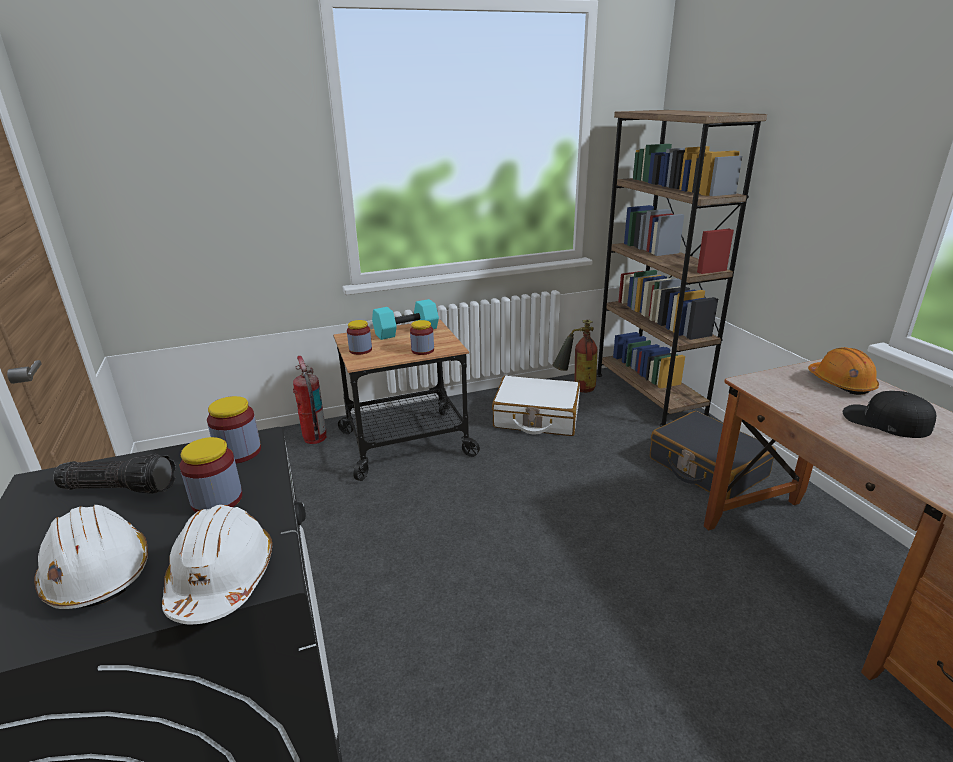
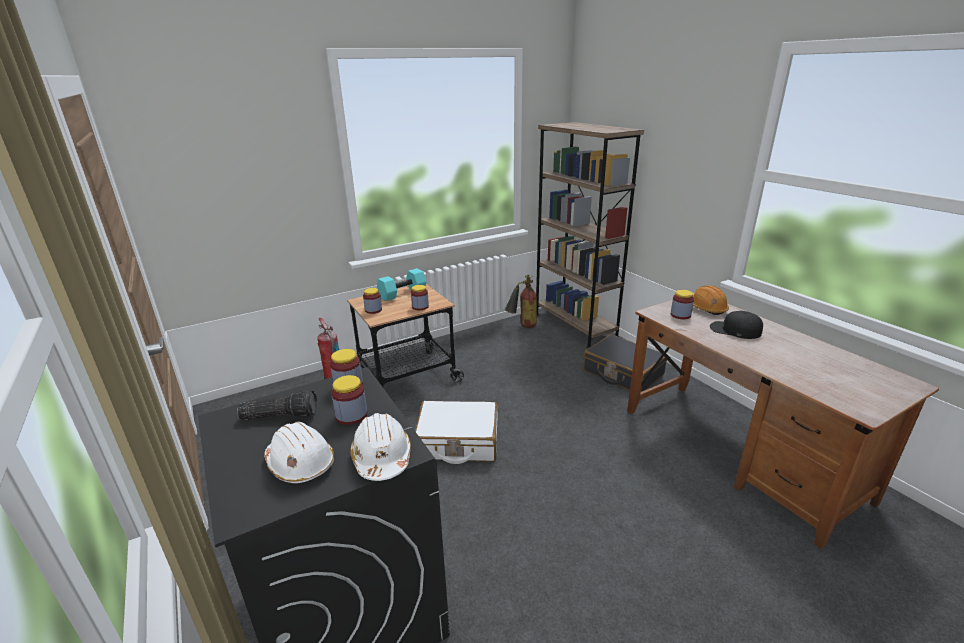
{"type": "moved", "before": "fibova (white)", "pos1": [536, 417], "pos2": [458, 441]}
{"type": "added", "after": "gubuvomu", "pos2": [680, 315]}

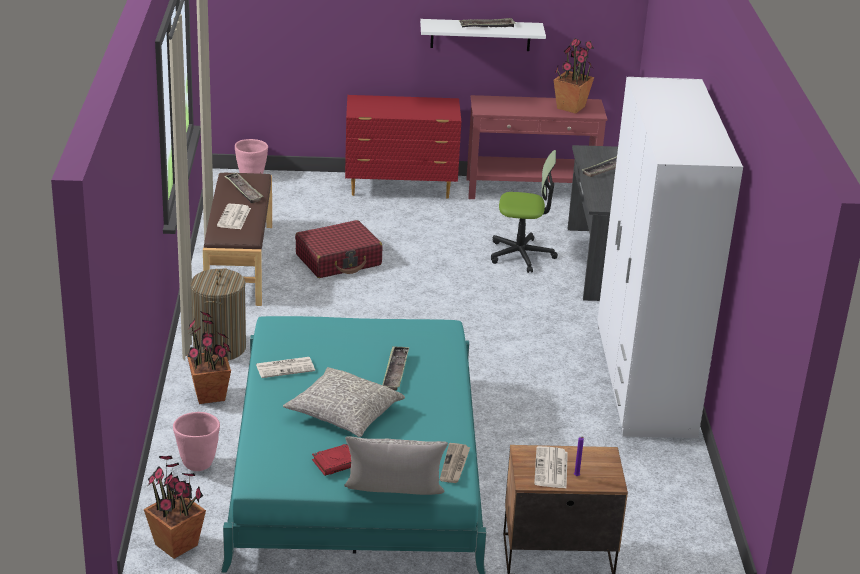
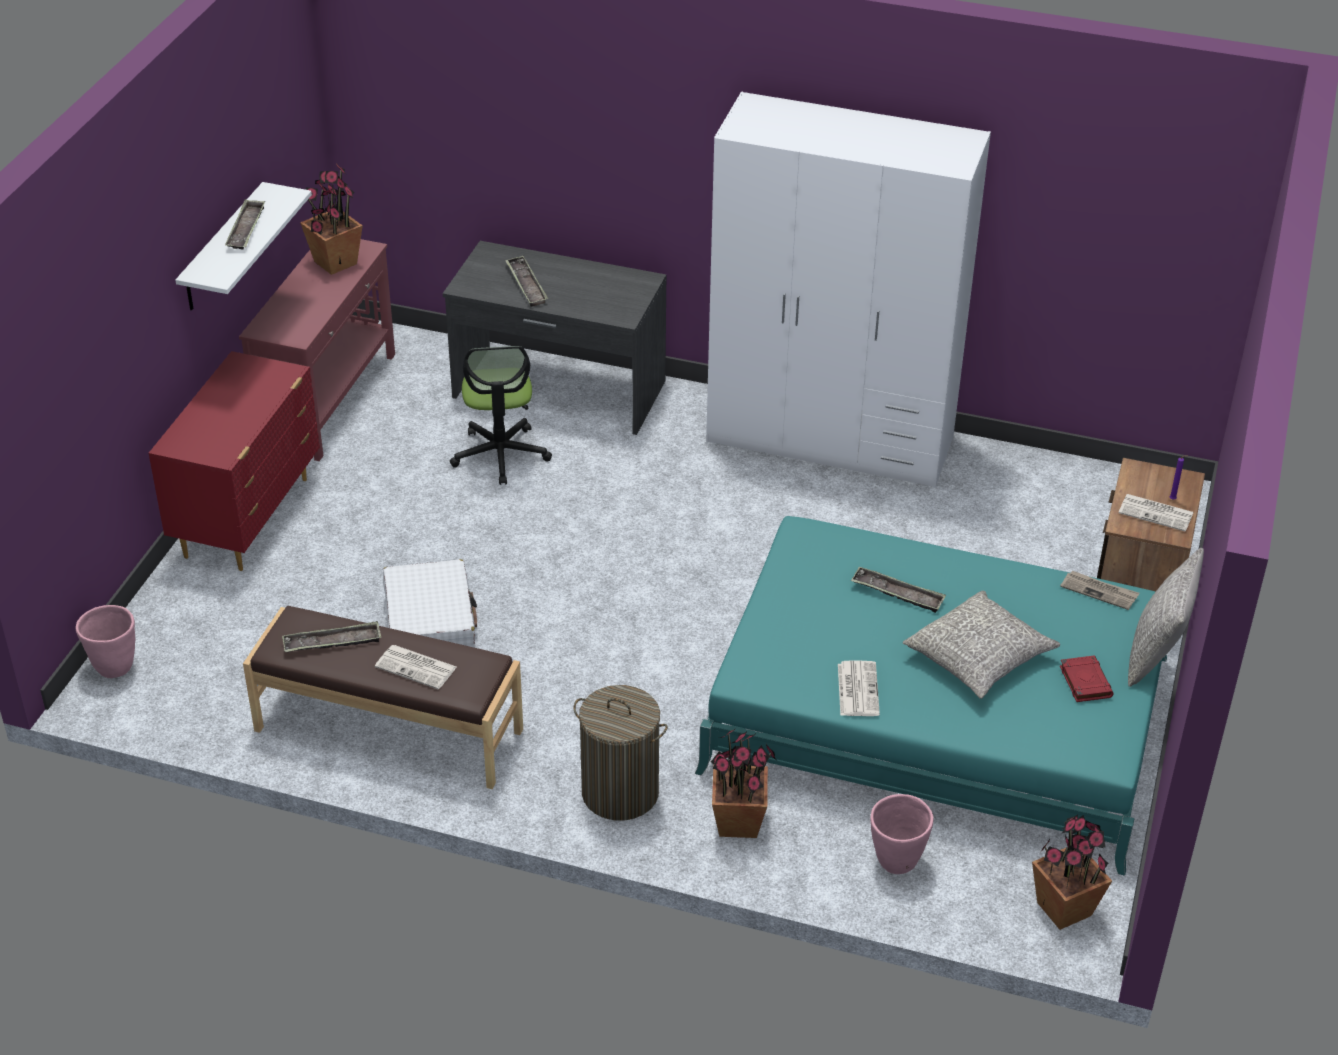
{"type": "recoloured", "before": "fibova (red)", "after": "fibova (white)", "pos1": [338, 260], "pos2": [430, 625]}
{"type": "turned", "before": "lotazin", "pos1": [521, 255], "pos2": [500, 454], "turn": 150}

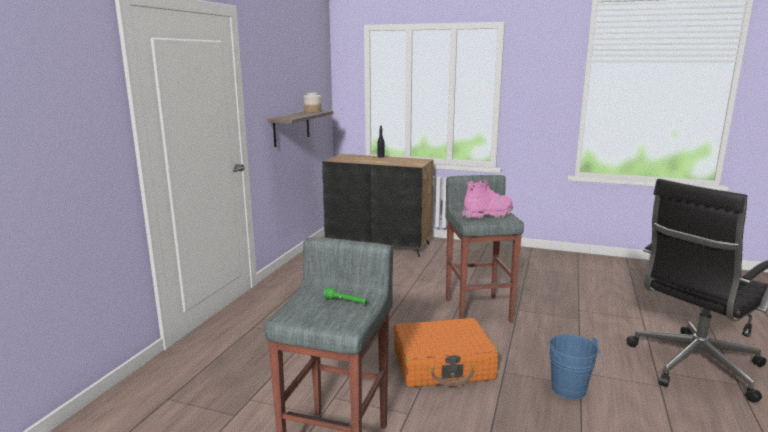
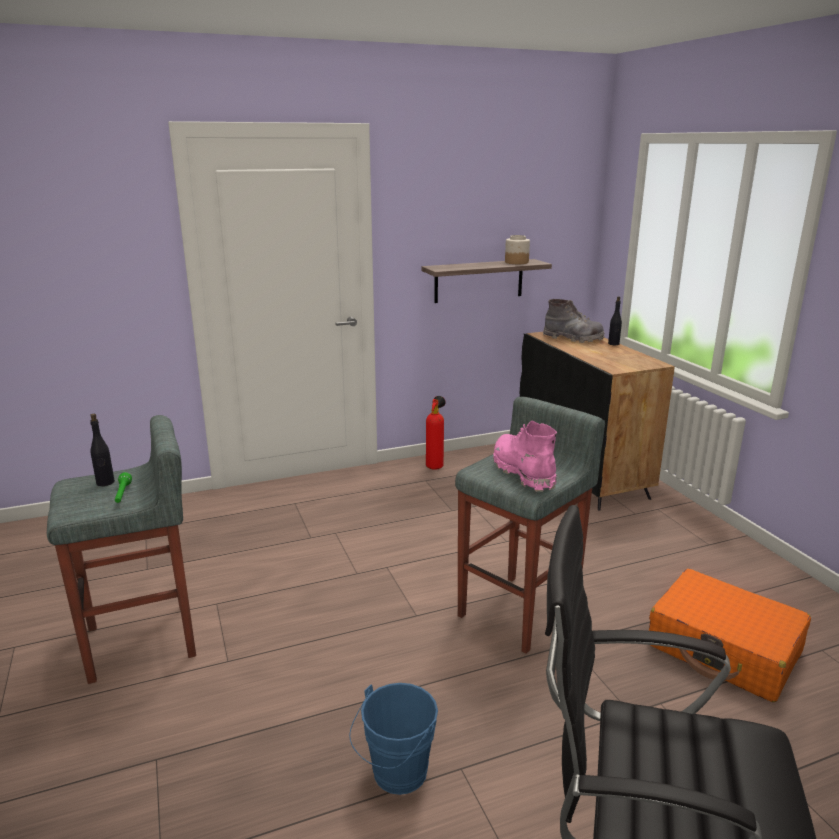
{"type": "moved", "before": "fibova (orange)", "pos1": [443, 365], "pos2": [724, 649]}
{"type": "turned", "before": "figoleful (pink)", "pos1": [488, 215], "pos2": [523, 472], "turn": -135}
{"type": "added", "after": "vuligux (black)", "pos2": [105, 482]}
{"type": "added", "after": "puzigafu", "pos2": [435, 466]}
{"type": "added", "after": "figoleful (grey)", "pos2": [573, 338]}

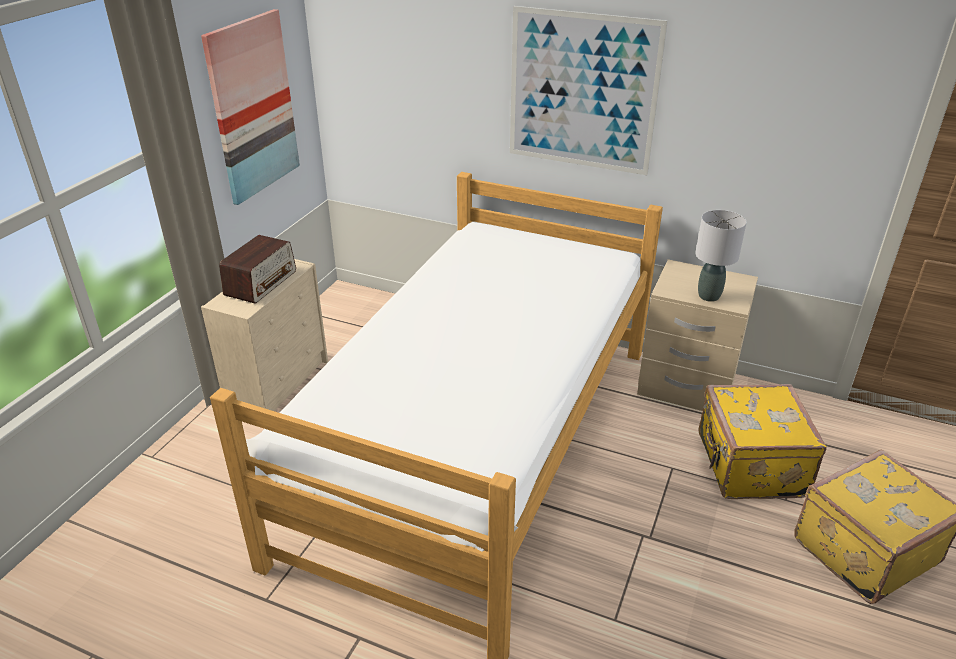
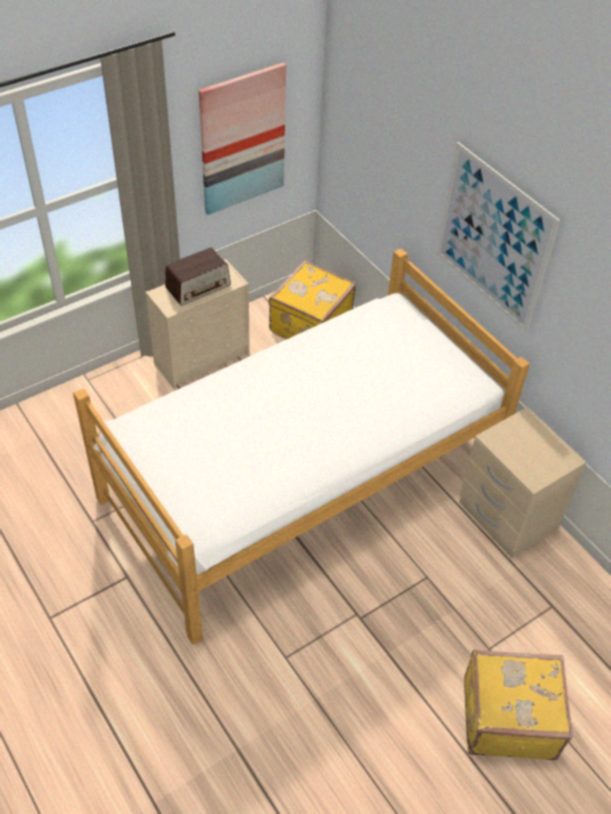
{"type": "removed", "before": "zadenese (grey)", "pos1": [709, 296]}
{"type": "moved", "before": "fibova (yellow)", "pos1": [748, 466], "pos2": [309, 324]}

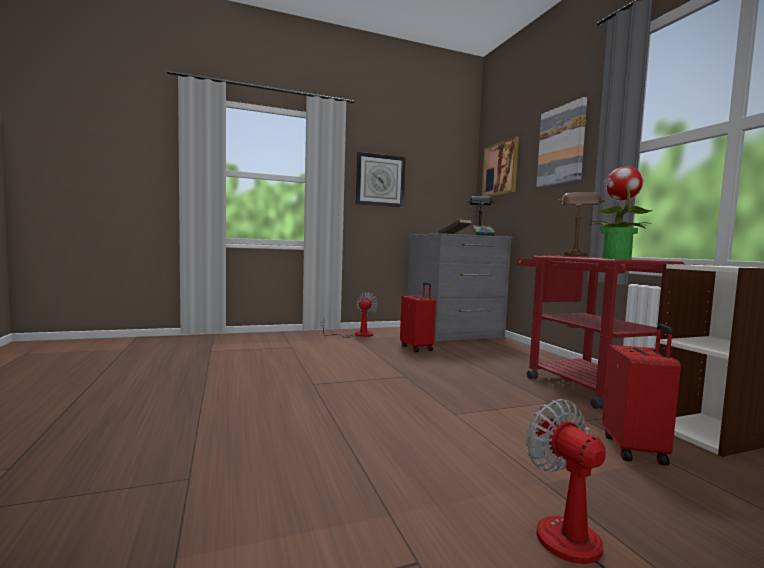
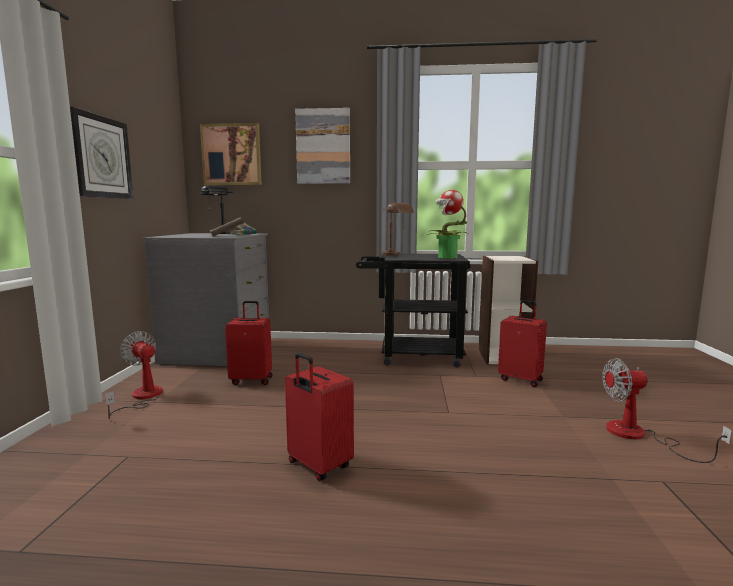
{"type": "recoloured", "before": "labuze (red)", "after": "labuze (black)", "pos1": [581, 385], "pos2": [412, 356]}
{"type": "added", "after": "fibova (red)", "pos2": [318, 466]}

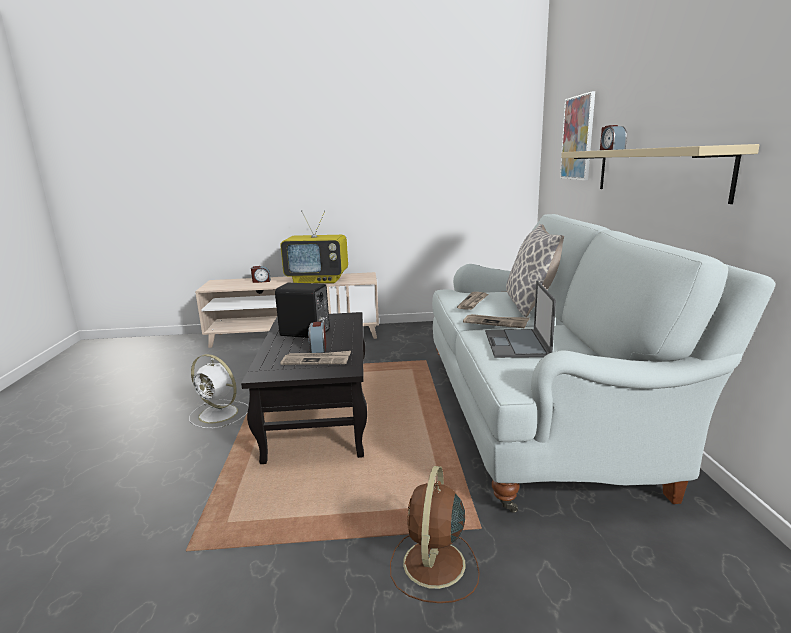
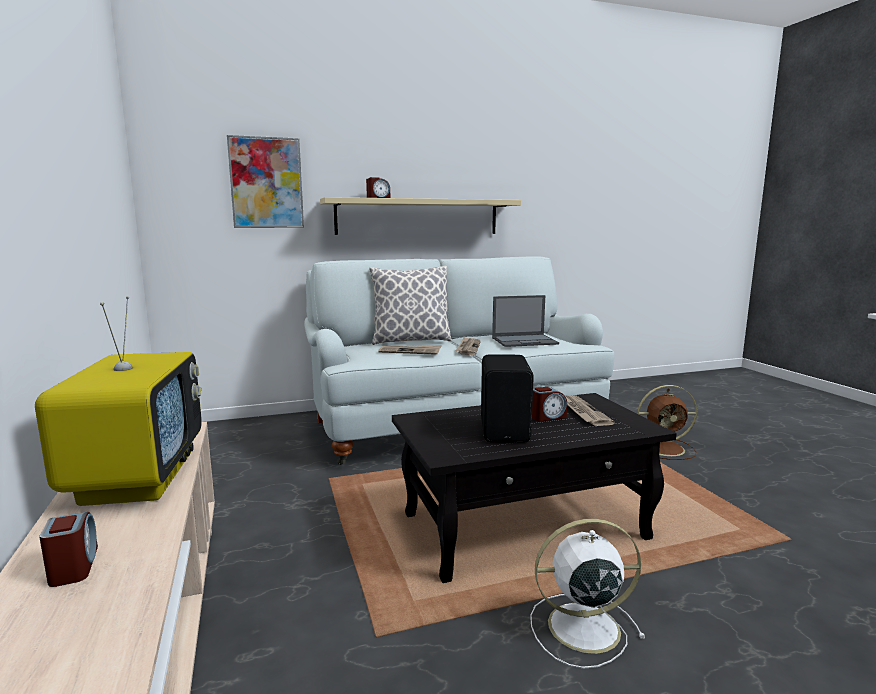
{"type": "turned", "before": "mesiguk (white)", "pos1": [220, 414], "pos2": [580, 627], "turn": -105}

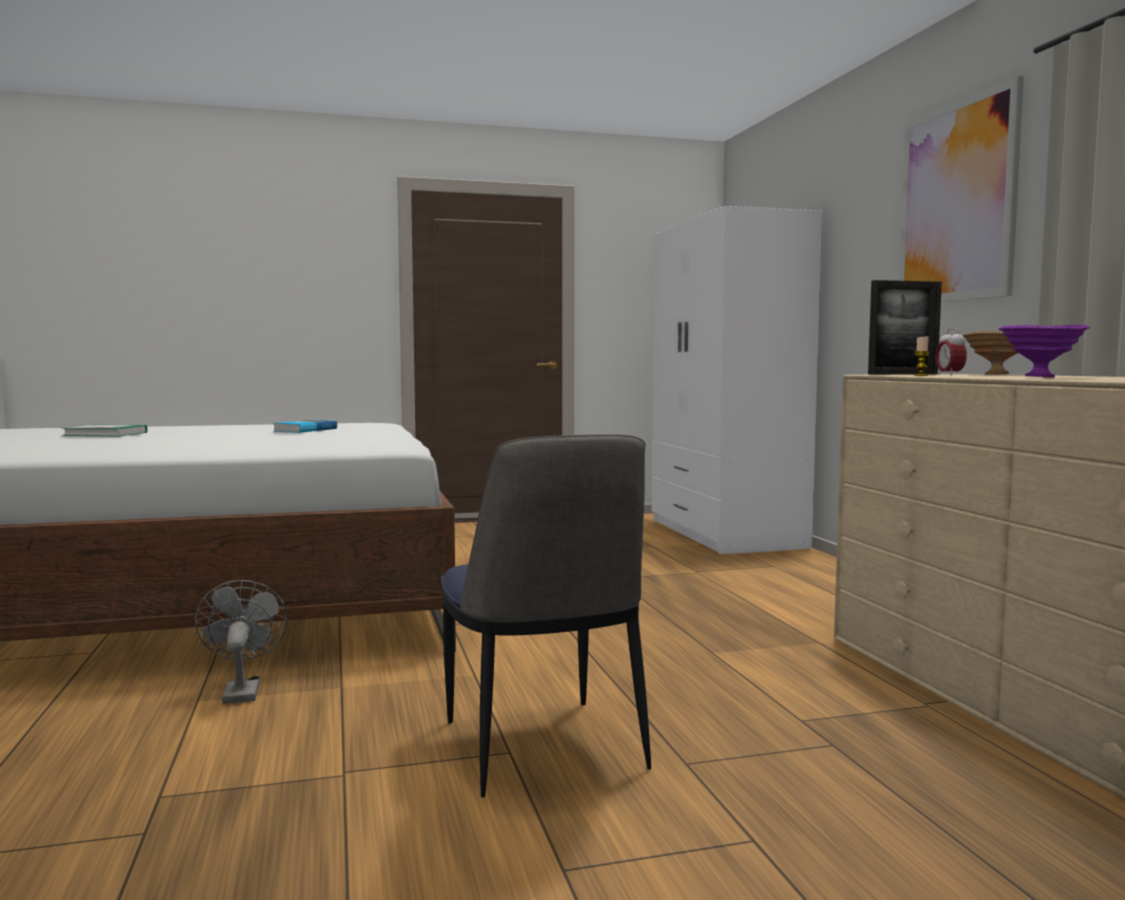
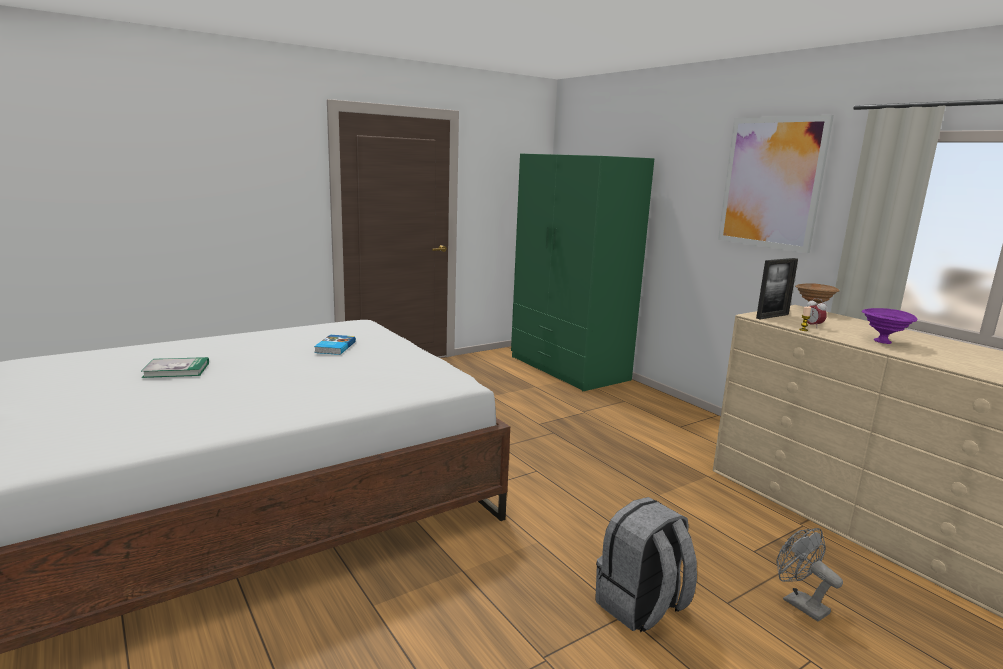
{"type": "moved", "before": "mesiguk (grey)", "pos1": [242, 691], "pos2": [799, 603]}
{"type": "replaced", "before": "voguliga", "after": "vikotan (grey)", "pos1": [543, 748], "pos2": [641, 607]}
{"type": "recoloured", "before": "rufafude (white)", "after": "rufafude (green)", "pos1": [724, 534], "pos2": [568, 368]}

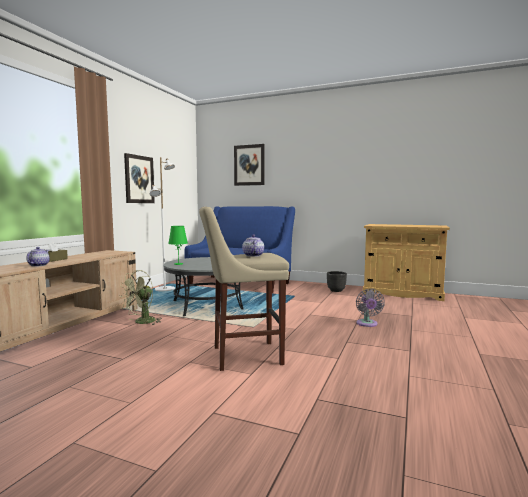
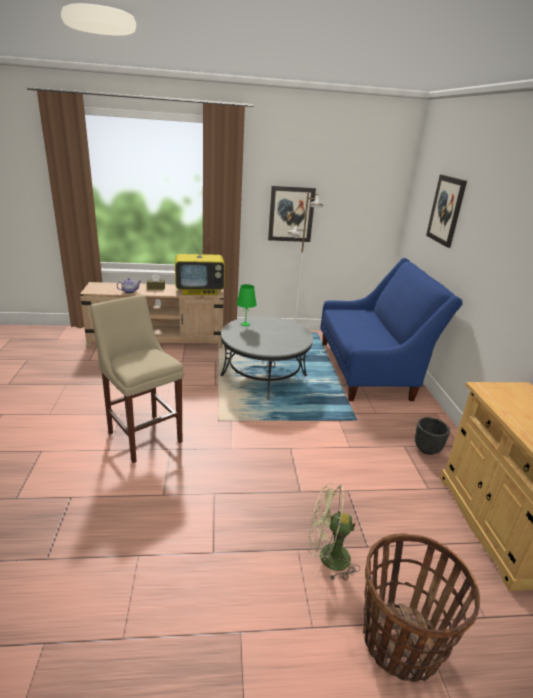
{"type": "moved", "before": "mesiguk (green)", "pos1": [141, 322], "pos2": [327, 557]}
{"type": "removed", "before": "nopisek", "pos1": [253, 255]}
{"type": "removed", "before": "mesiguk (grey)", "pos1": [367, 324]}
{"type": "added", "after": "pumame", "pos2": [200, 291]}
{"type": "added", "after": "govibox", "pos2": [400, 642]}

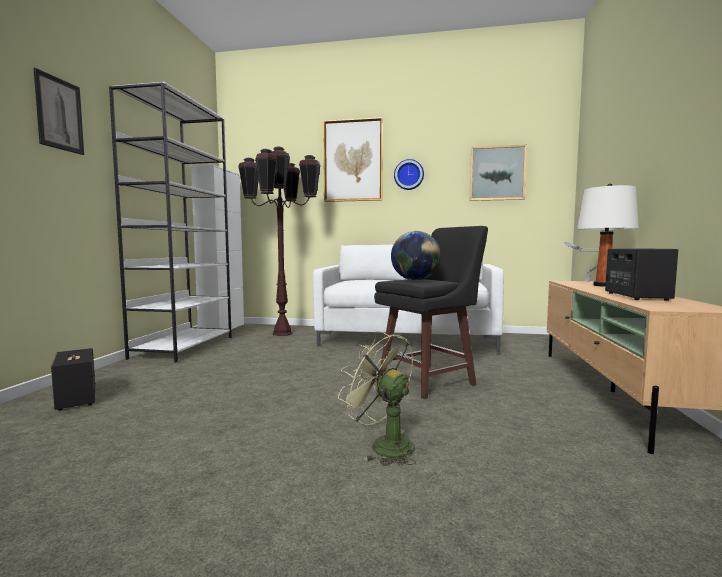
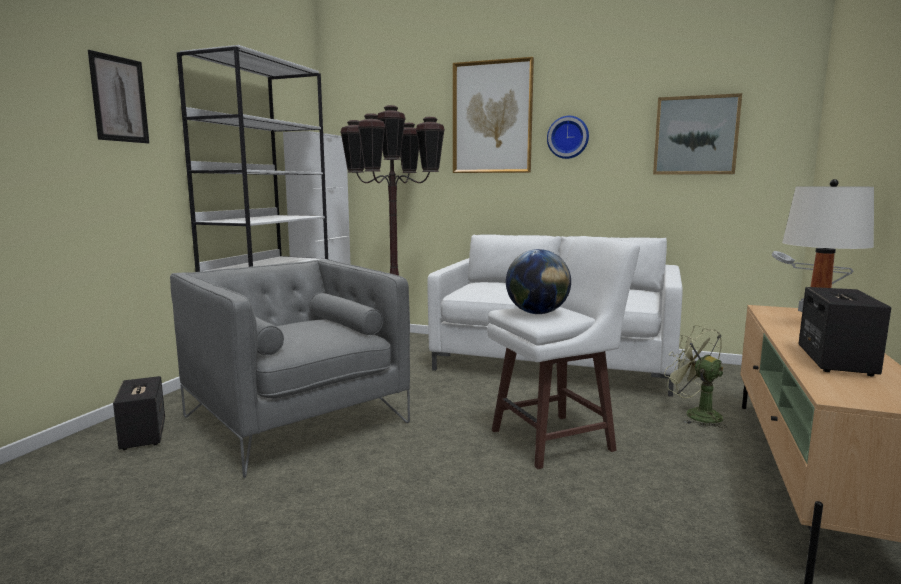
{"type": "moved", "before": "mesiguk (green)", "pos1": [383, 445], "pos2": [695, 414]}
{"type": "recoloured", "before": "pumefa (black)", "after": "pumefa (white)", "pos1": [429, 381], "pos2": [555, 440]}
{"type": "added", "after": "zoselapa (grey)", "pos2": [295, 420]}

